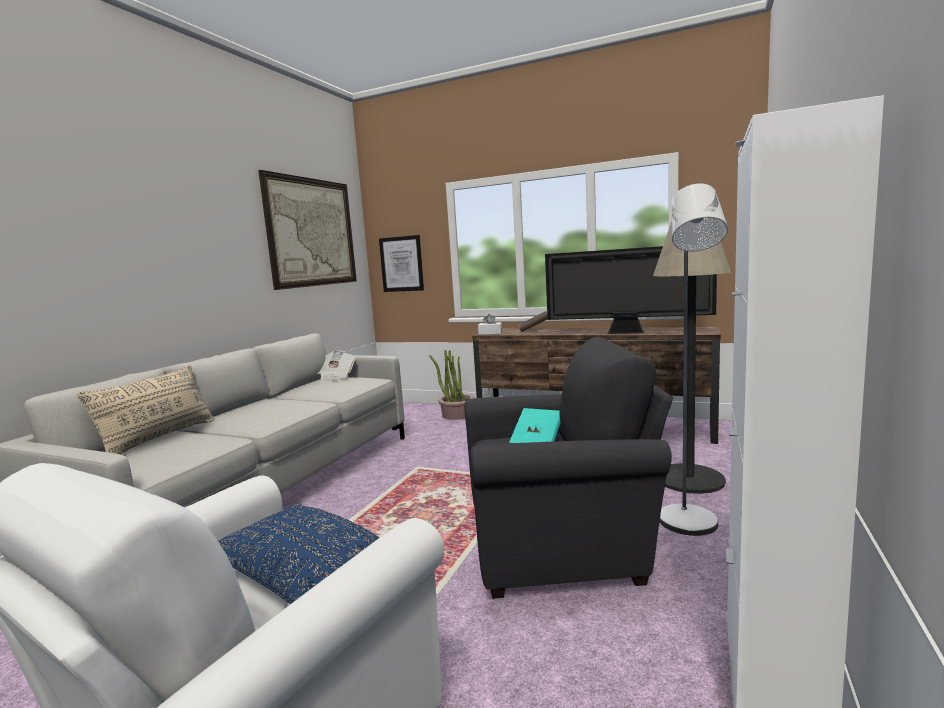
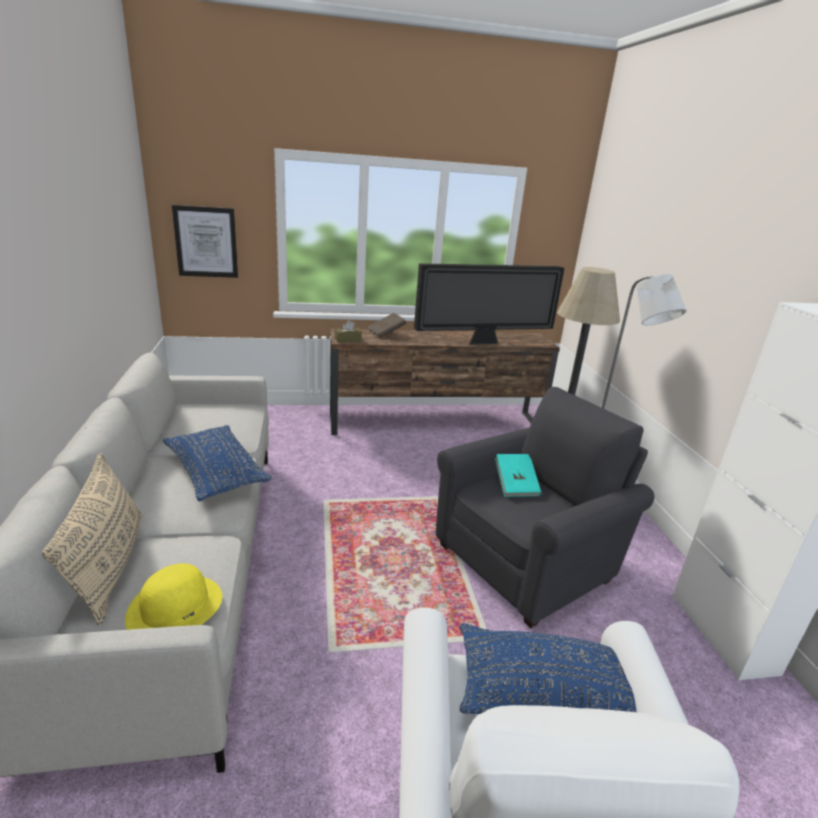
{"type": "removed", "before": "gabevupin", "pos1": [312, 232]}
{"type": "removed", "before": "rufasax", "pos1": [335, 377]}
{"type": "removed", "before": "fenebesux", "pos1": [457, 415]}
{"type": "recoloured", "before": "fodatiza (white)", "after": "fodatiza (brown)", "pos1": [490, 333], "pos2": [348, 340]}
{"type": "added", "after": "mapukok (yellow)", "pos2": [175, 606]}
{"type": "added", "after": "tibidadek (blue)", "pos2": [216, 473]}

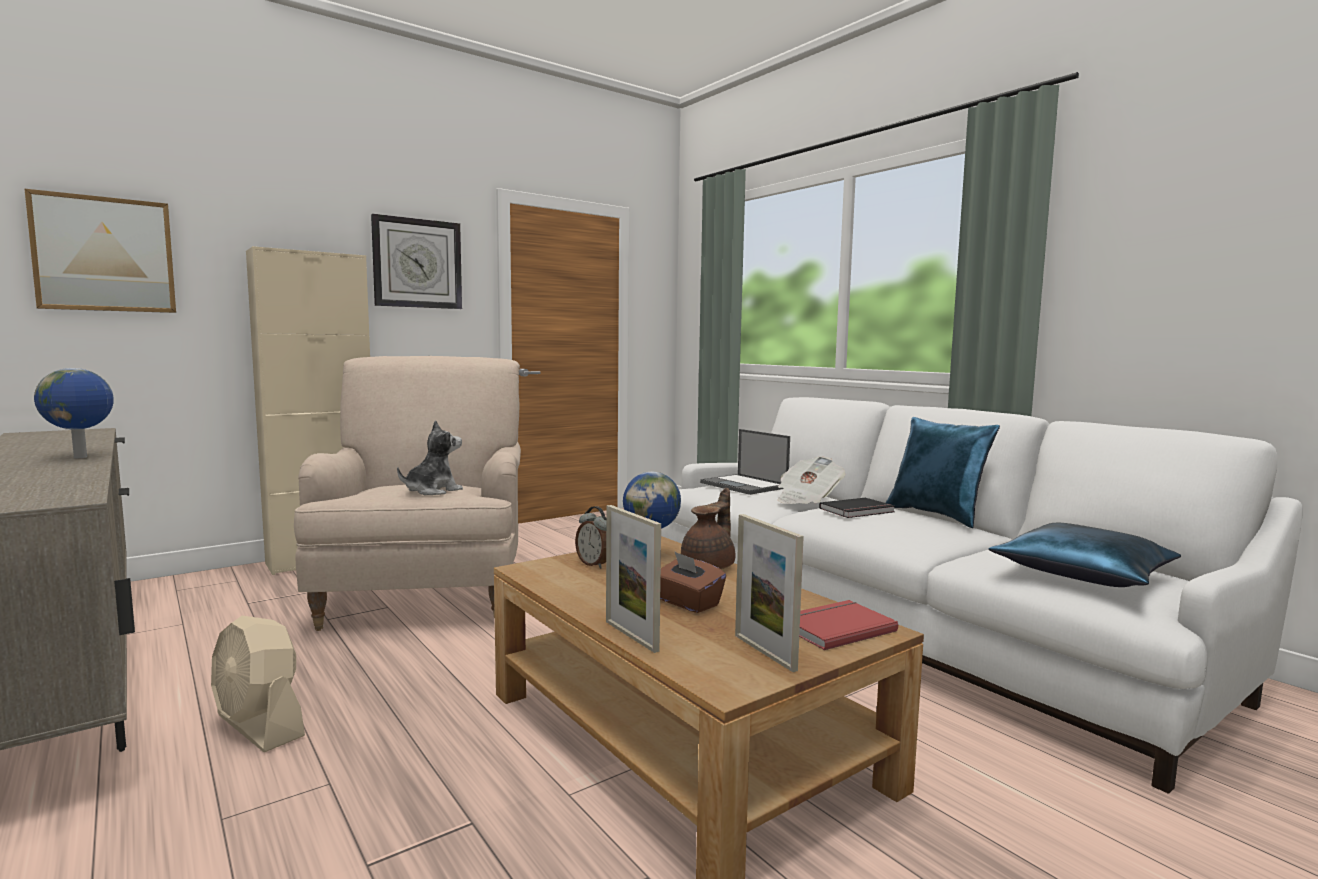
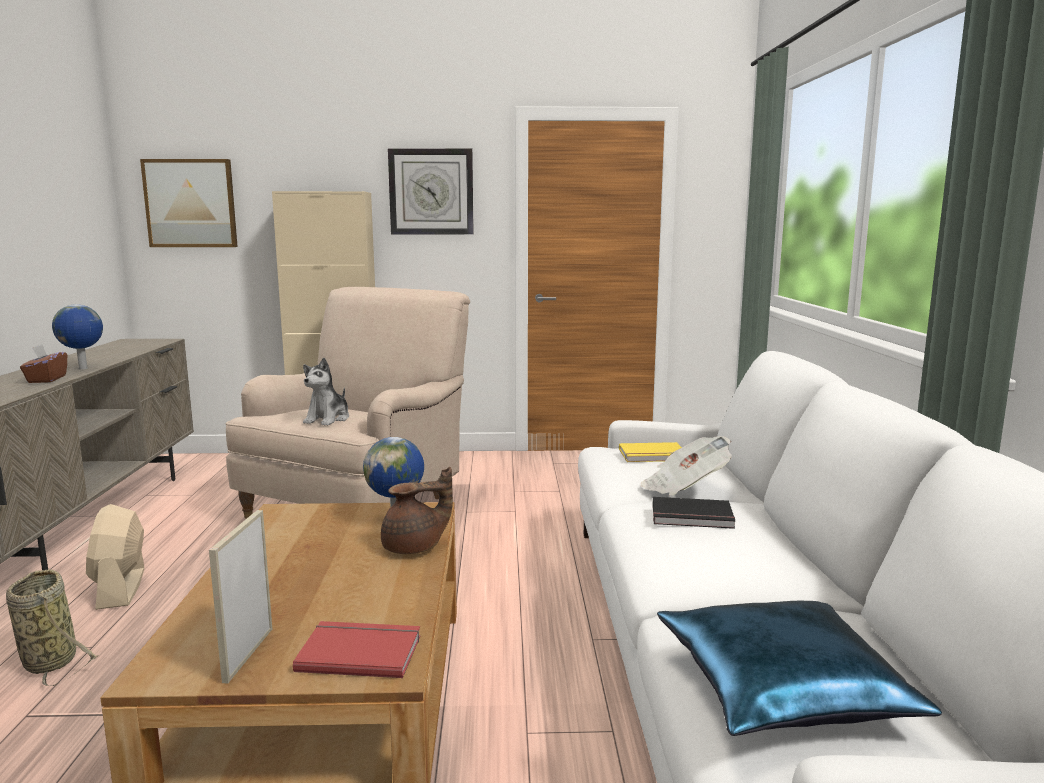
{"type": "turned", "before": "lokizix", "pos1": [432, 491], "pos2": [328, 419], "turn": 120}
{"type": "removed", "before": "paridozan", "pos1": [594, 564]}
{"type": "removed", "before": "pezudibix", "pos1": [631, 636]}
{"type": "moved", "before": "fodatiza (brown)", "pos1": [687, 603], "pos2": [46, 379]}
{"type": "replaced", "before": "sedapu", "after": "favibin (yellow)", "pos1": [745, 485], "pos2": [653, 455]}
{"type": "removed", "before": "tibidadek (blue)", "pos1": [937, 516]}
{"type": "added", "after": "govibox", "pos2": [49, 660]}

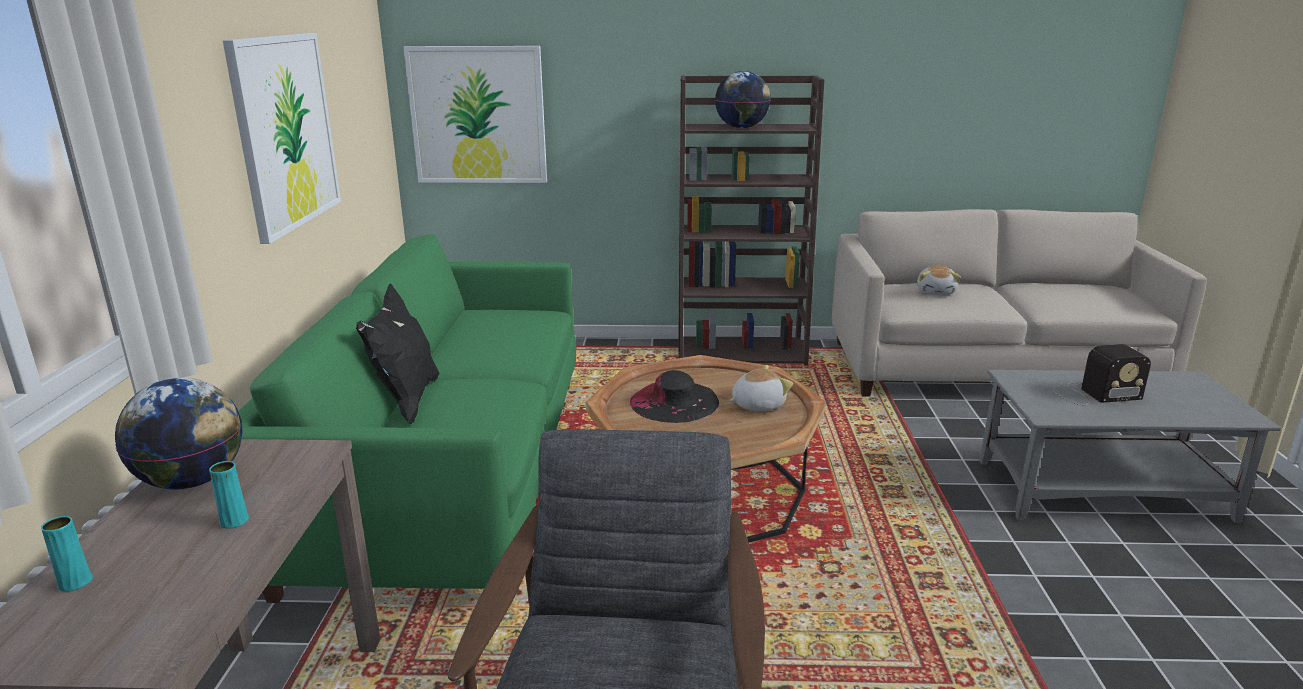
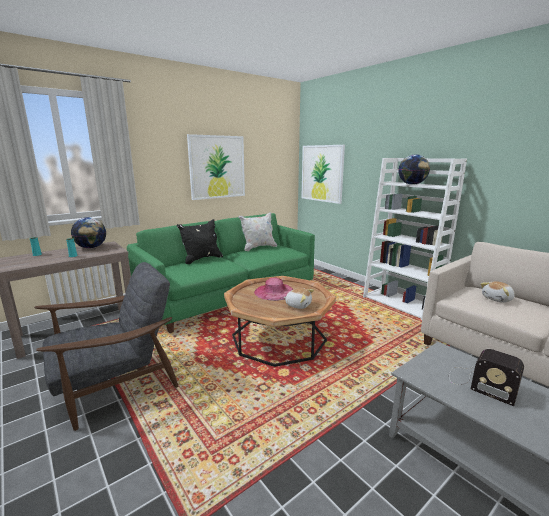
{"type": "recoloured", "before": "mapukok (black)", "after": "mapukok (pink)", "pos1": [674, 402], "pos2": [274, 292]}
{"type": "recoloured", "before": "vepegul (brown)", "after": "vepegul (white)", "pos1": [742, 352], "pos2": [401, 303]}
{"type": "added", "after": "tibidadek (white)", "pos2": [258, 247]}

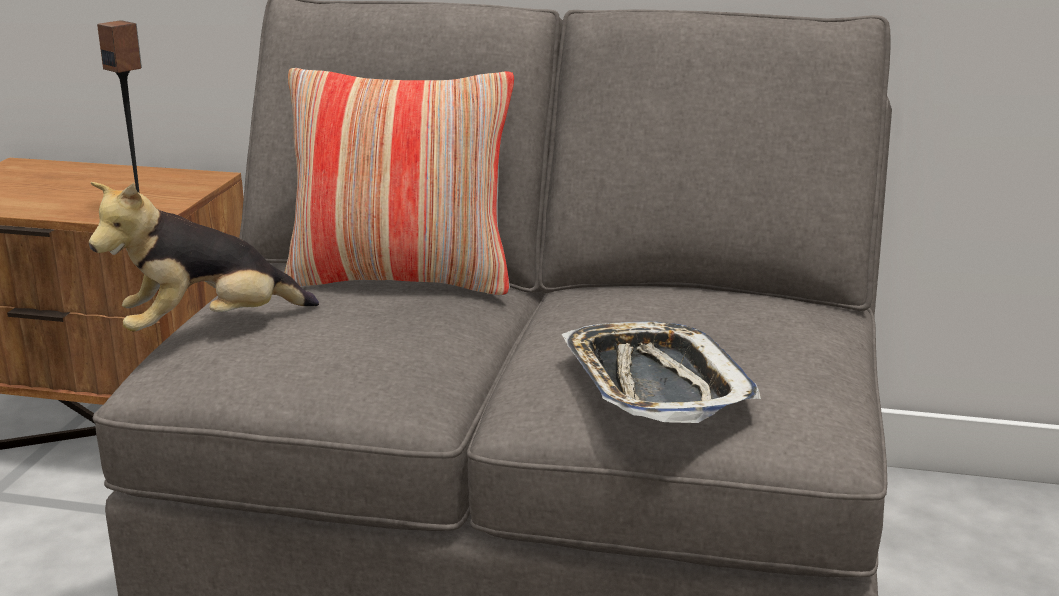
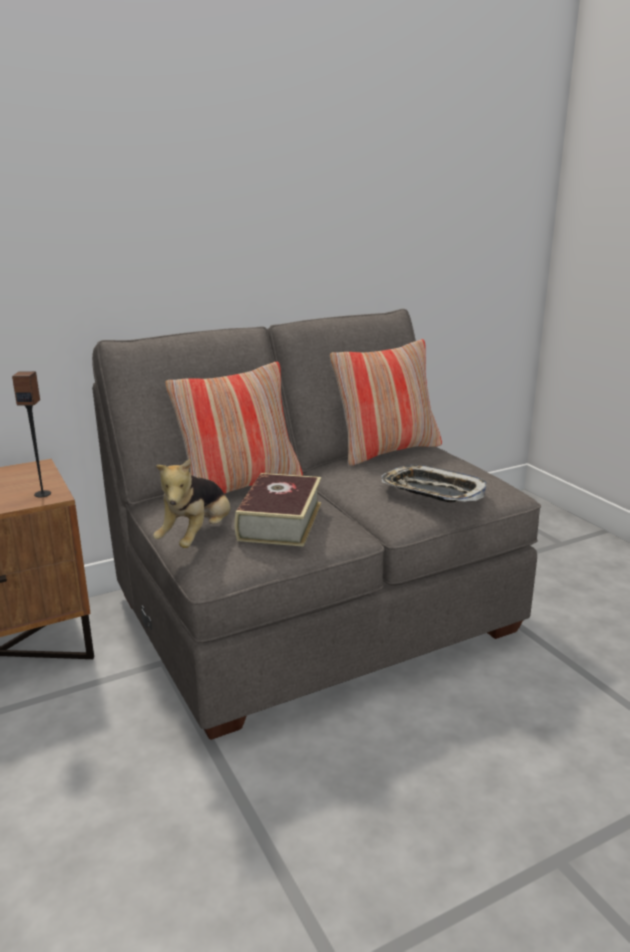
{"type": "added", "after": "favibin", "pos2": [280, 521]}
{"type": "added", "after": "tibidadek", "pos2": [386, 450]}

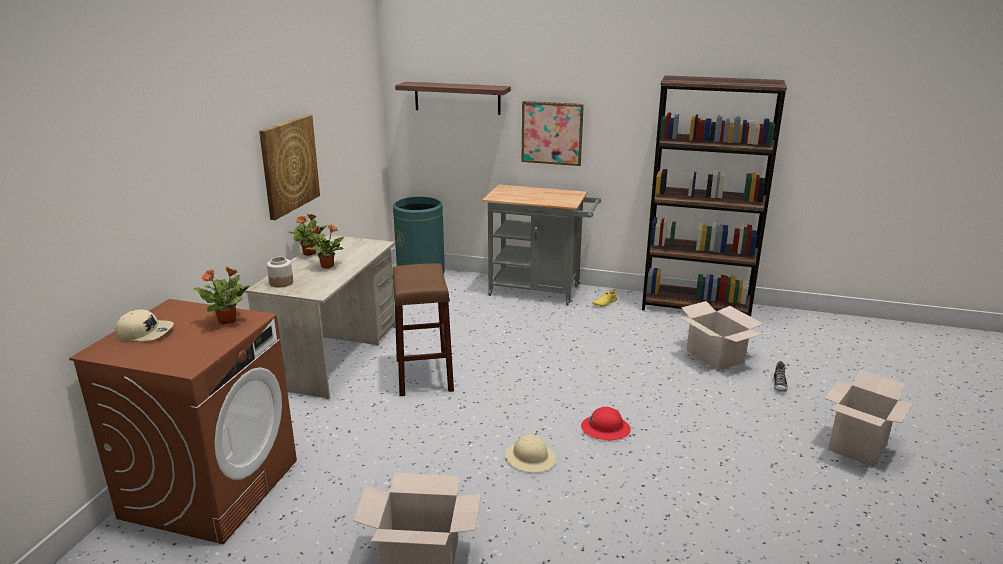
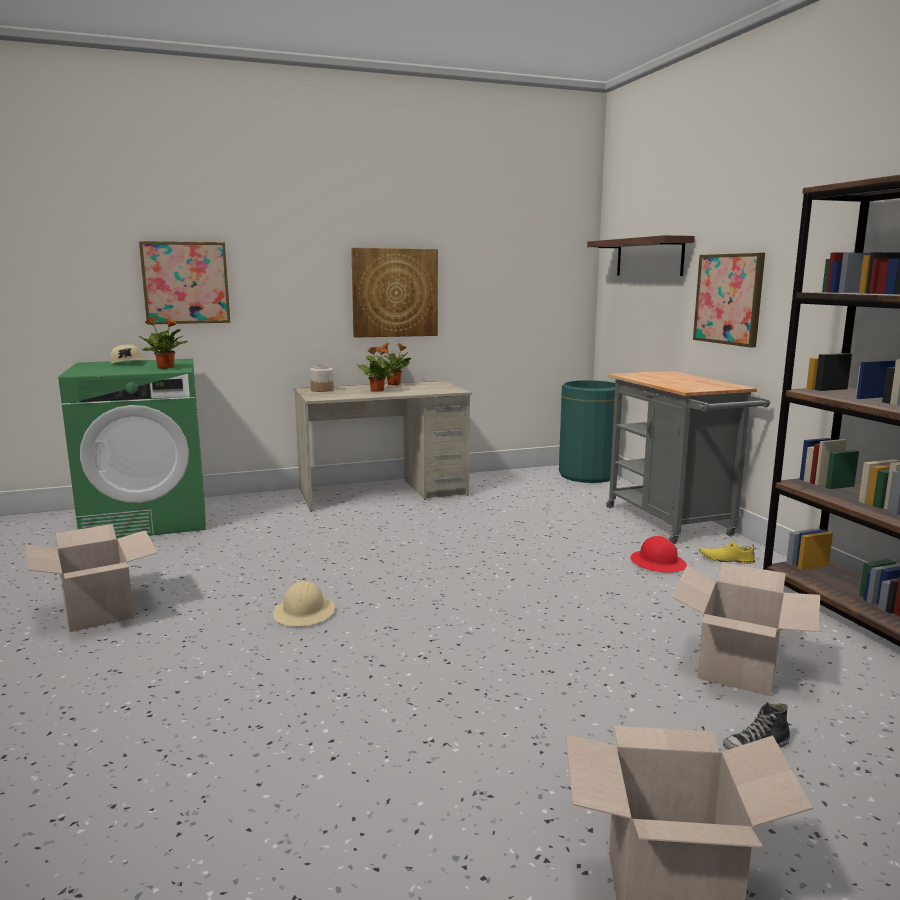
{"type": "recoloured", "before": "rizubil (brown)", "after": "rizubil (green)", "pos1": [211, 487], "pos2": [148, 519]}
{"type": "removed", "before": "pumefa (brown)", "pos1": [424, 375]}
{"type": "moved", "before": "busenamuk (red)", "pos1": [605, 428], "pos2": [658, 563]}
{"type": "added", "after": "gabevupin", "pos2": [186, 283]}

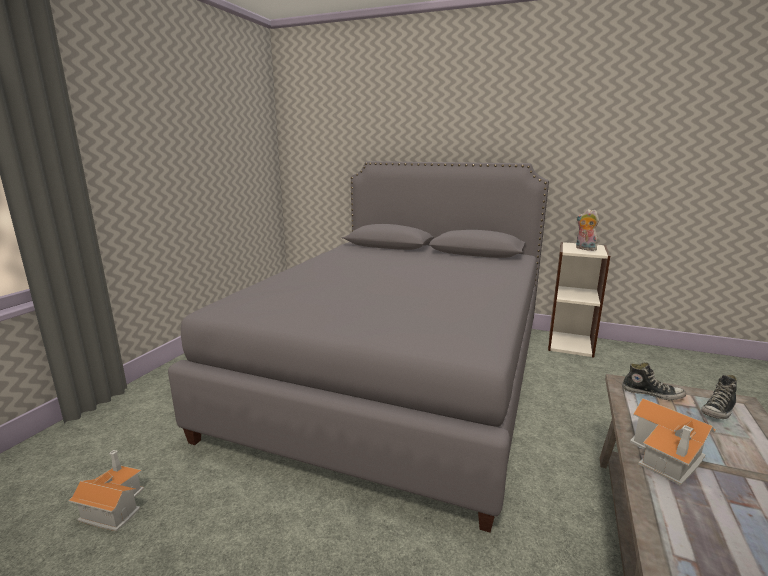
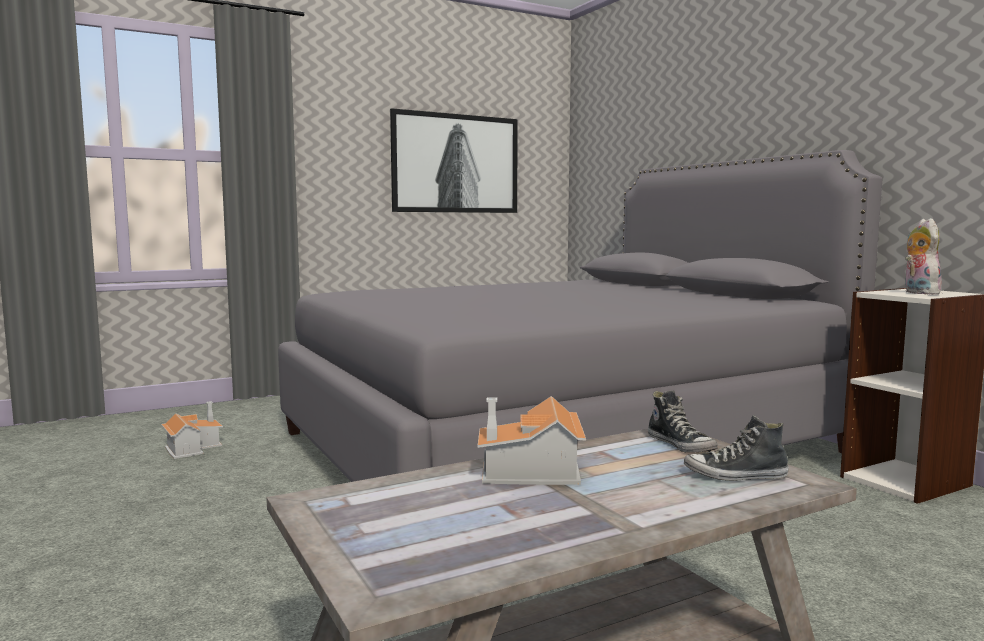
{"type": "added", "after": "gabevupin", "pos2": [455, 164]}

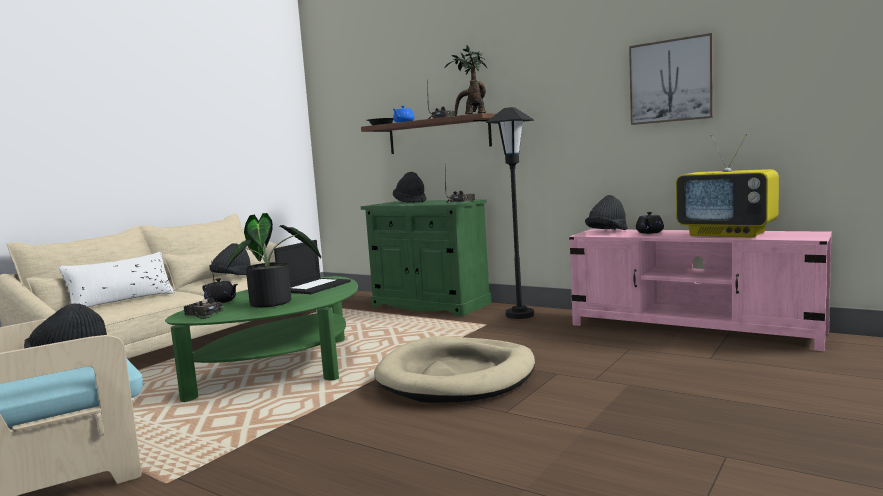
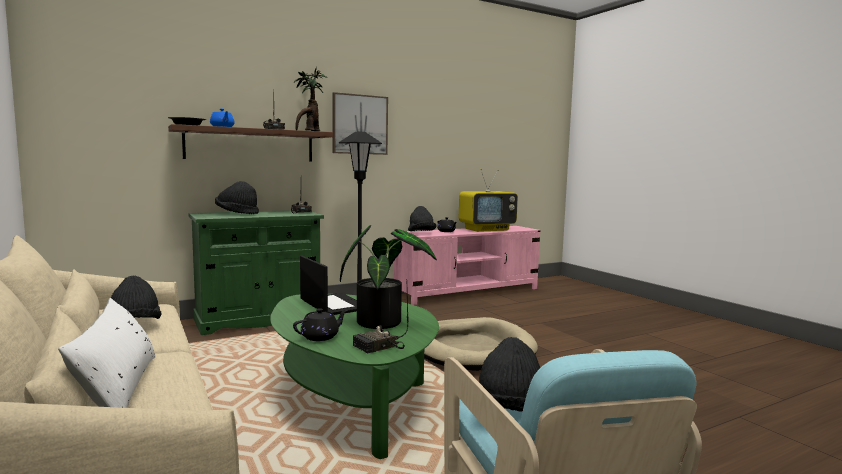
{"type": "moved", "before": "gabevupin", "pos1": [671, 81], "pos2": [359, 124]}

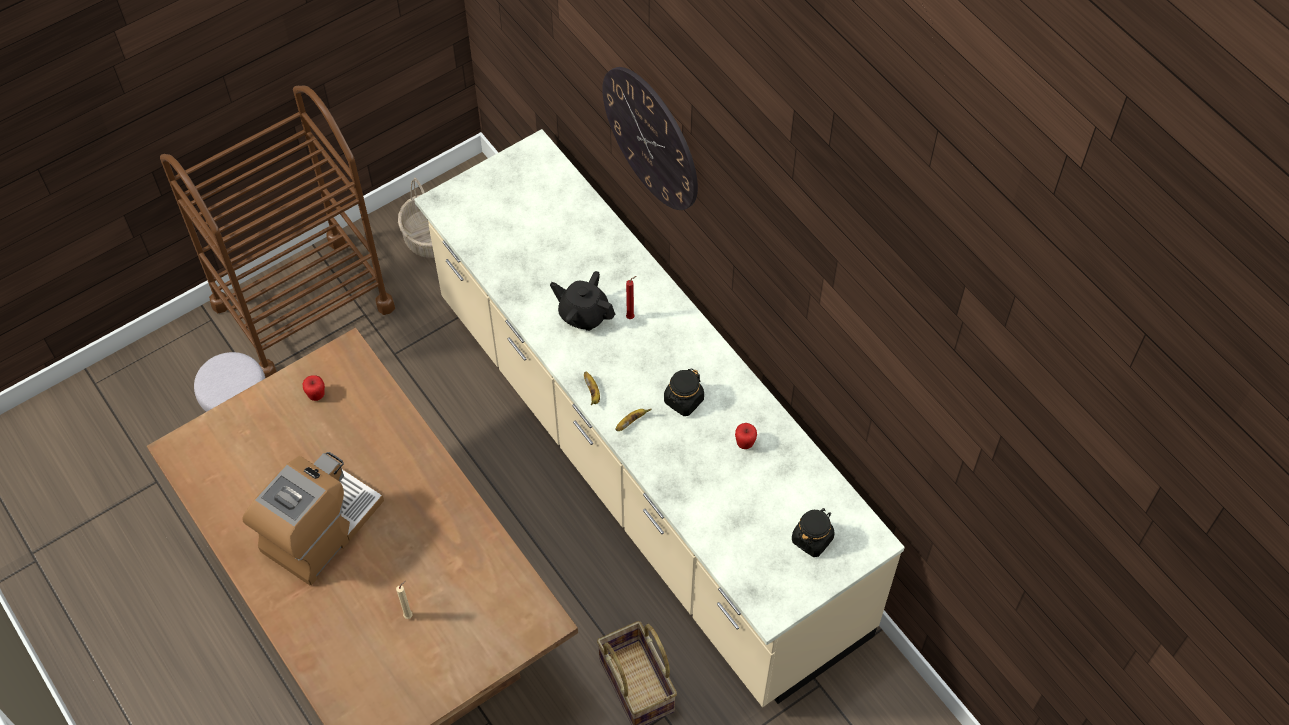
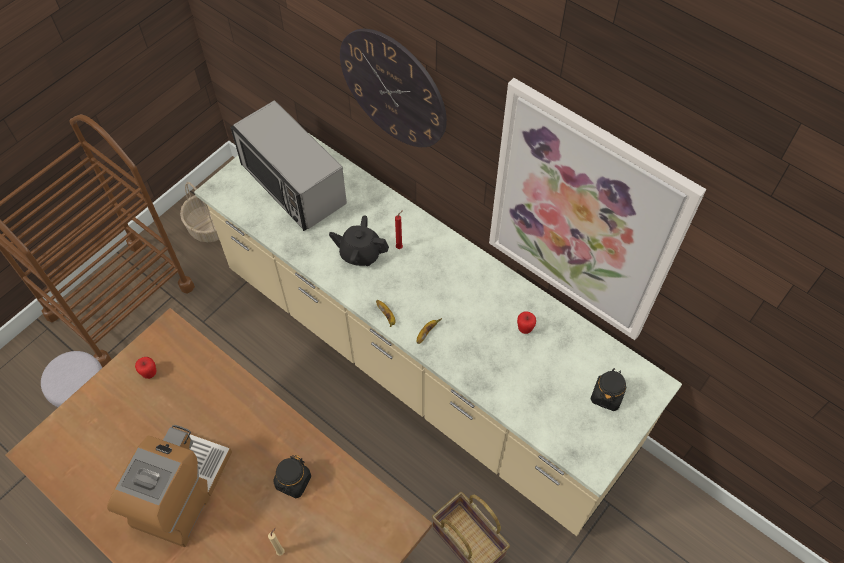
{"type": "moved", "before": "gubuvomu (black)", "pos1": [683, 400], "pos2": [293, 482]}
{"type": "added", "after": "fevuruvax", "pos2": [293, 185]}
{"type": "added", "after": "gabevupin", "pos2": [582, 217]}

